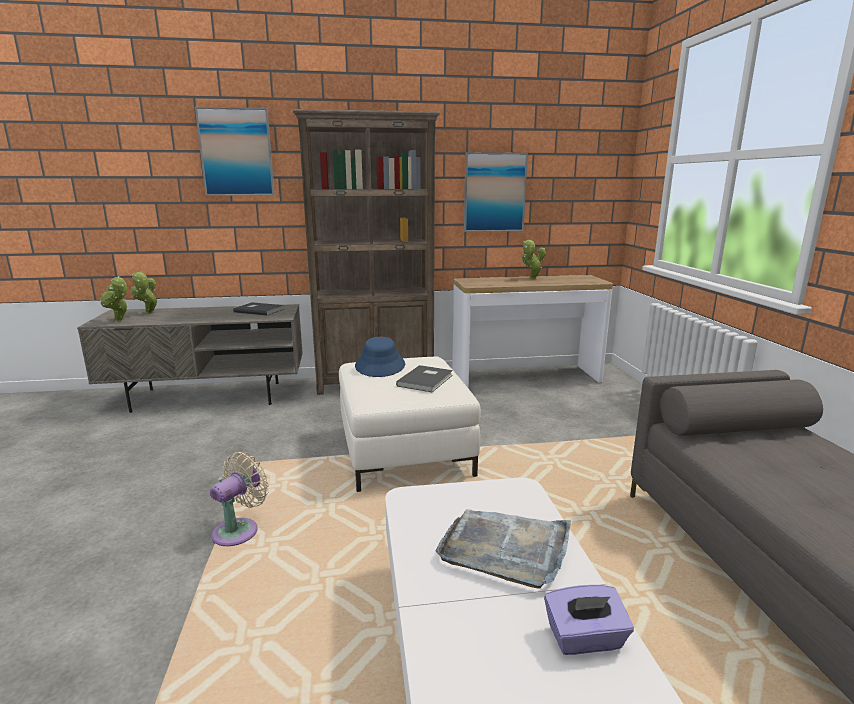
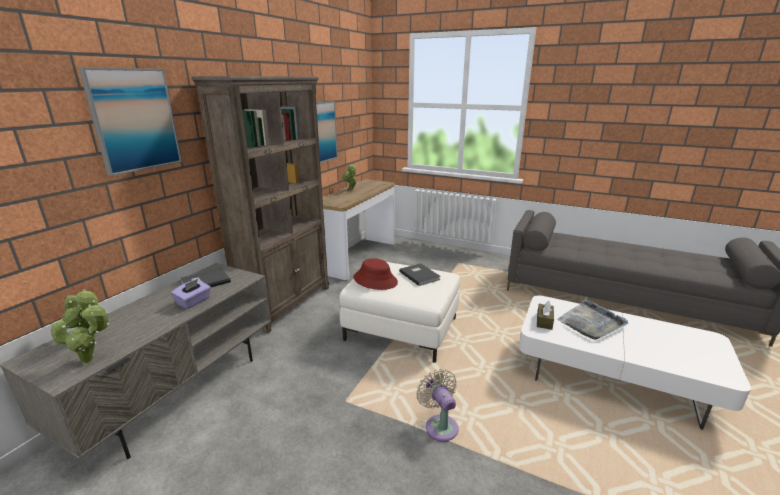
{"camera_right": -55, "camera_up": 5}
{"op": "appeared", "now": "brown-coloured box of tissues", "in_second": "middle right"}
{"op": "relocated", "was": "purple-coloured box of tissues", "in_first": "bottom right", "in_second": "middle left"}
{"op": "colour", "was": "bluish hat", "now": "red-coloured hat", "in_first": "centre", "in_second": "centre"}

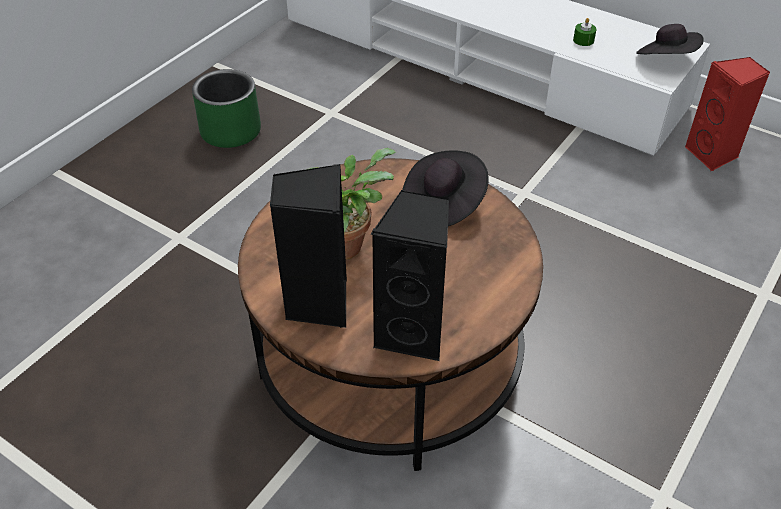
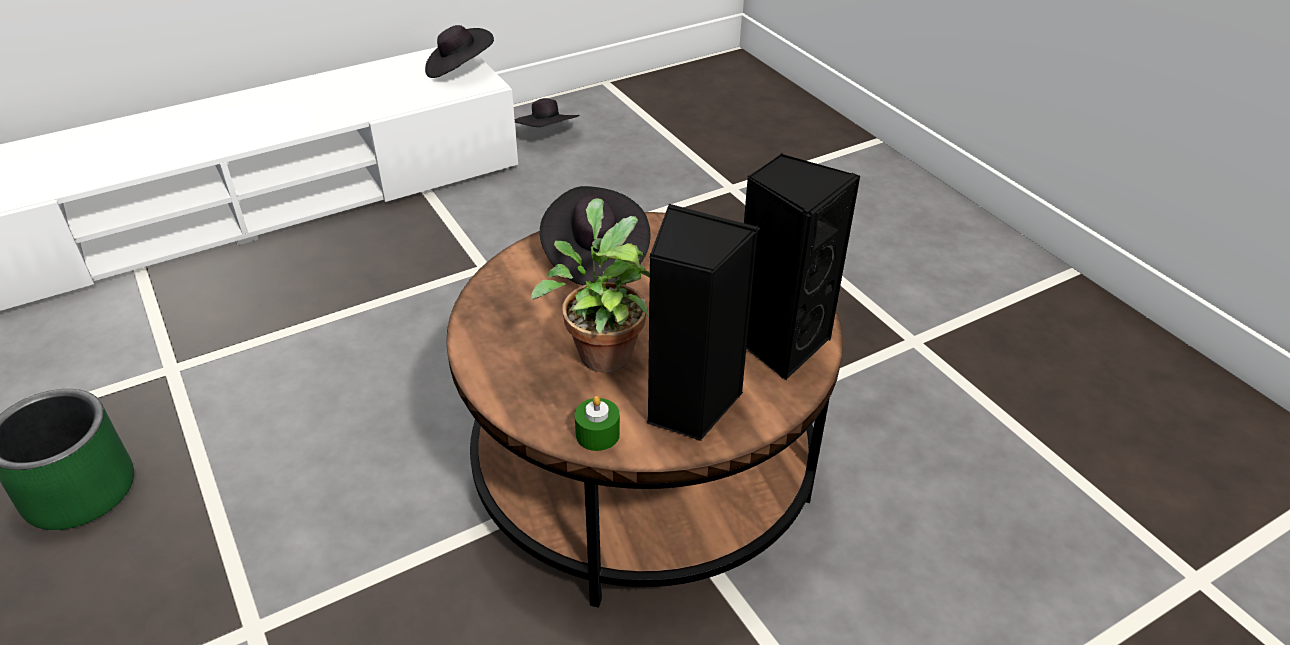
{"camera_right": -65, "camera_up": -5}
{"op": "relocated", "was": "green-coloured wax light", "in_first": "top right", "in_second": "centre"}
{"op": "exchanged", "was": "red-coloured speaker", "now": "blackish hat (no. 2 from left)", "in_first": "top right", "in_second": "top centre"}

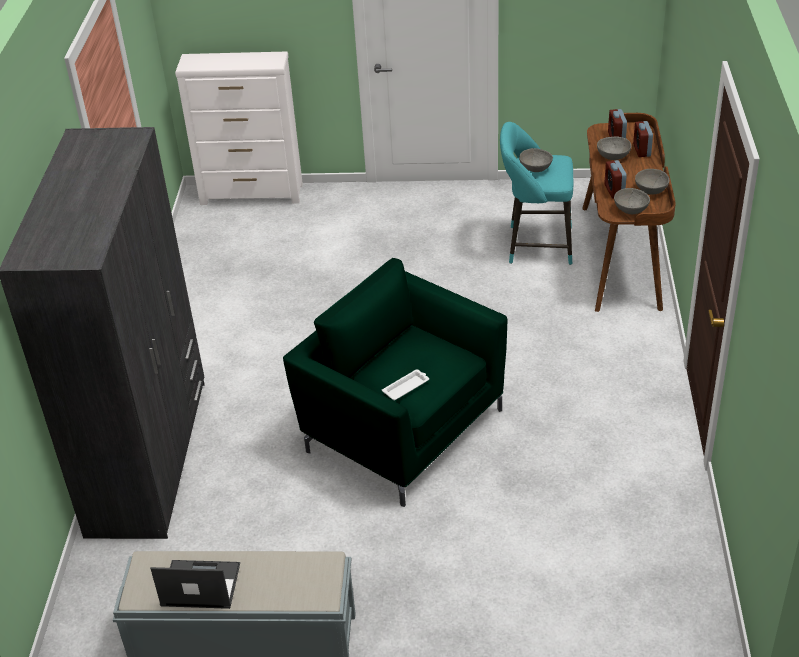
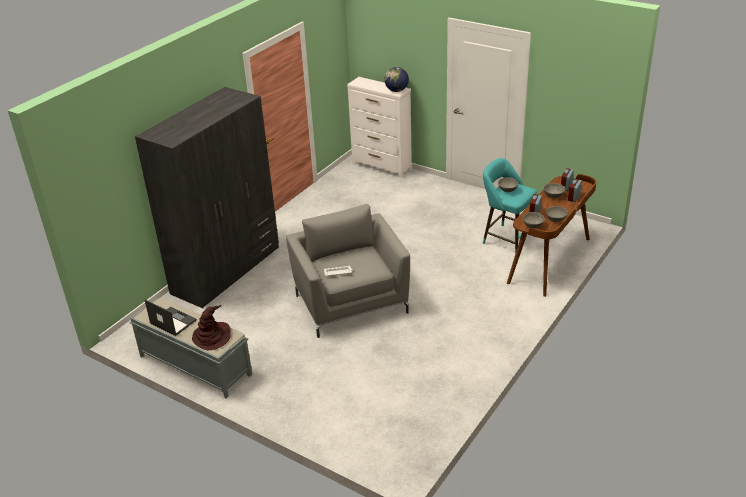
{"camera_right": 30, "camera_up": -5}
{"op": "appeared", "now": "brown-coloured hat", "in_second": "middle left"}
{"op": "appeared", "now": "world globe", "in_second": "top centre"}
{"op": "colour", "was": "green-coloured lounge chair", "now": "greyish lounge chair", "in_first": "centre", "in_second": "centre"}

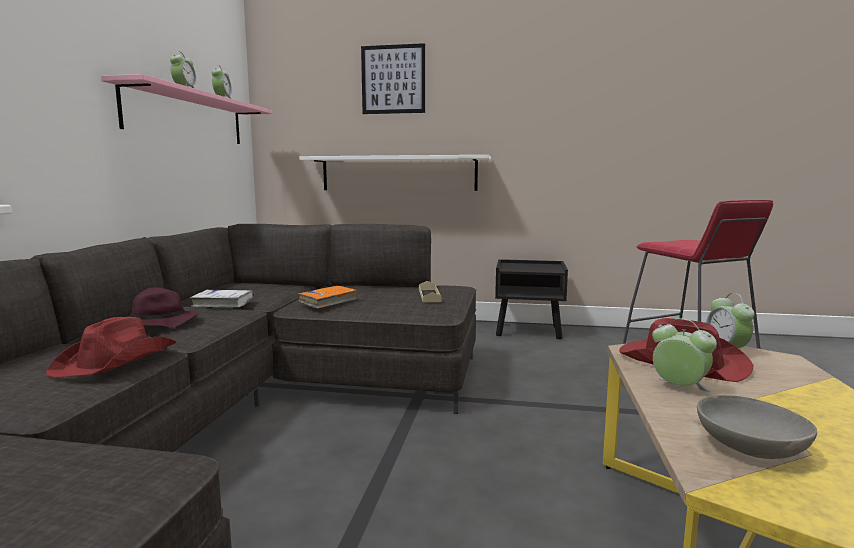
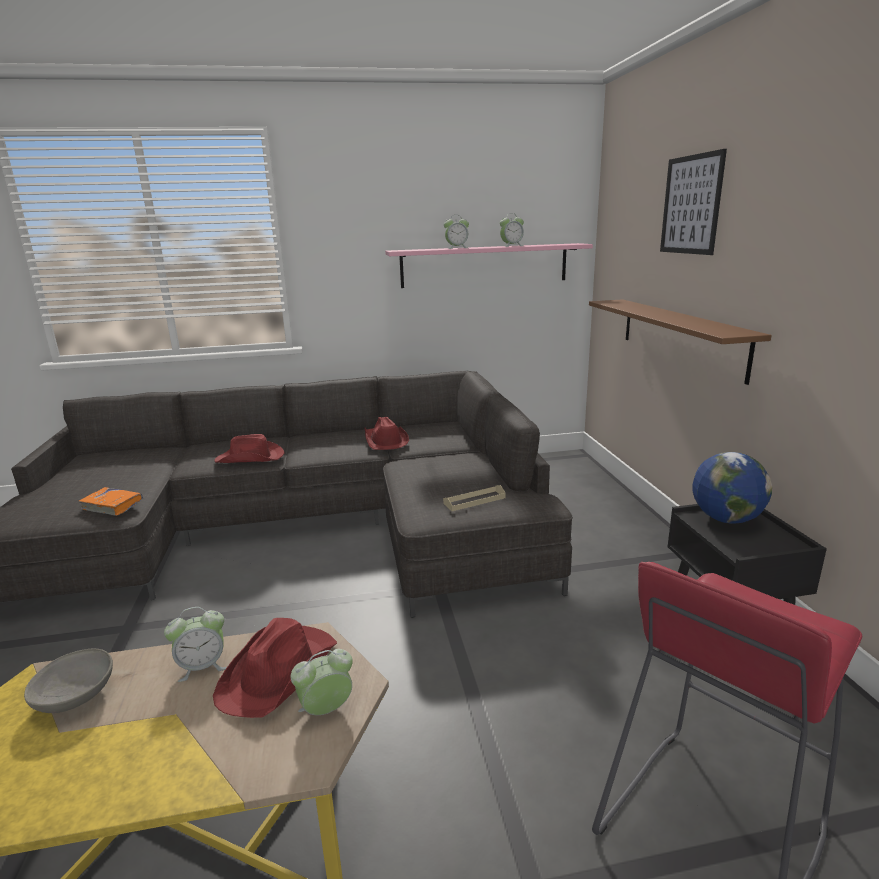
{"camera_right": 70, "camera_up": 10}
{"op": "missing", "was": "purple-coloured hat", "in_first": "middle left"}
{"op": "appeared", "now": "world globe", "in_second": "middle right"}
{"op": "relocated", "was": "orangey book", "in_first": "centre", "in_second": "middle left"}
{"op": "exchanged", "was": "white-coloured book", "now": "red-coloured hat (no. 3 from left)", "in_first": "middle left", "in_second": "centre"}
{"op": "colour", "was": "white-coloured bracket shelf", "now": "brown-coloured bracket shelf", "in_first": "top centre", "in_second": "middle right"}
{"op": "spun", "was": "bedside clock (no. 3 from left in the first image)", "in_first": "middle right", "in_second": "bottom left", "clockwise": 45}

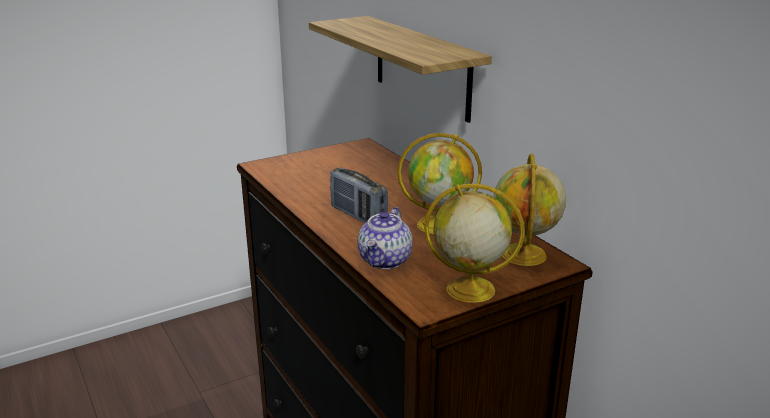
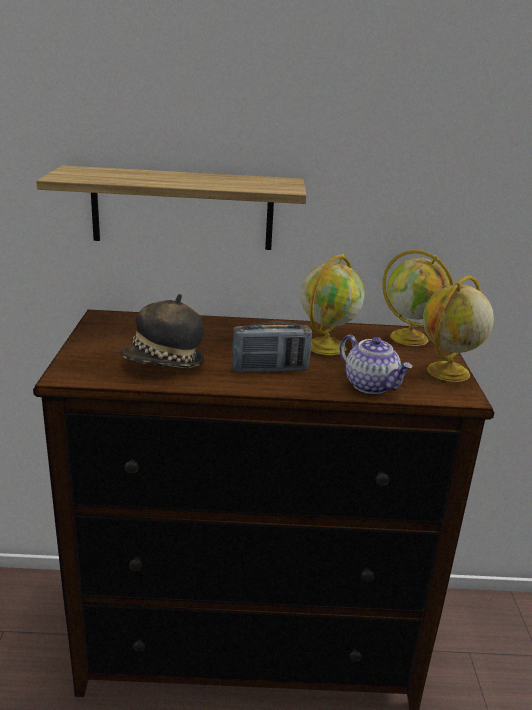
{"camera_right": -60, "camera_up": 0}
{"op": "appeared", "now": "hat", "in_second": "middle left"}

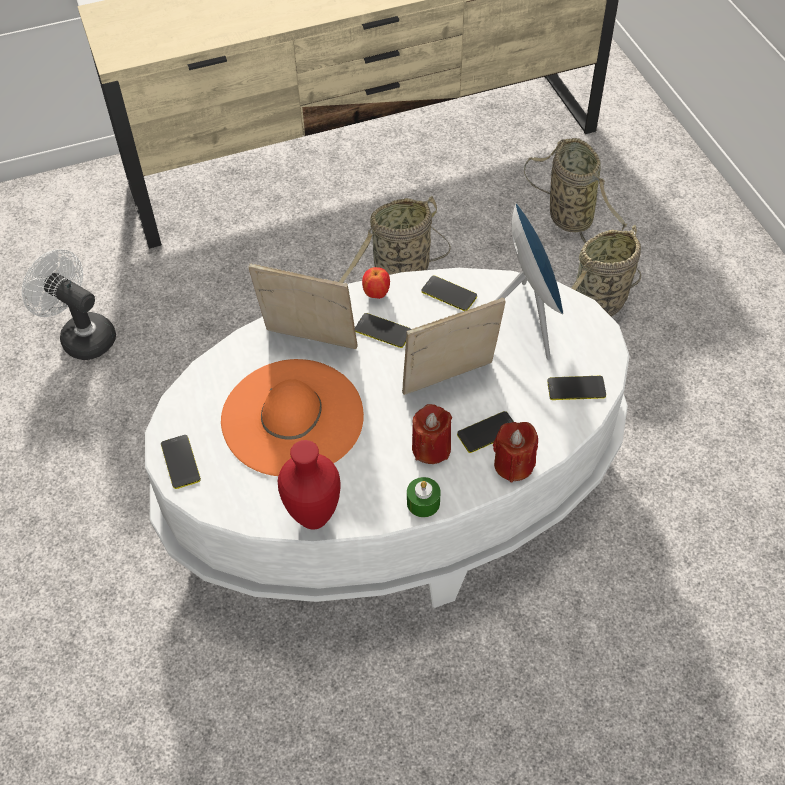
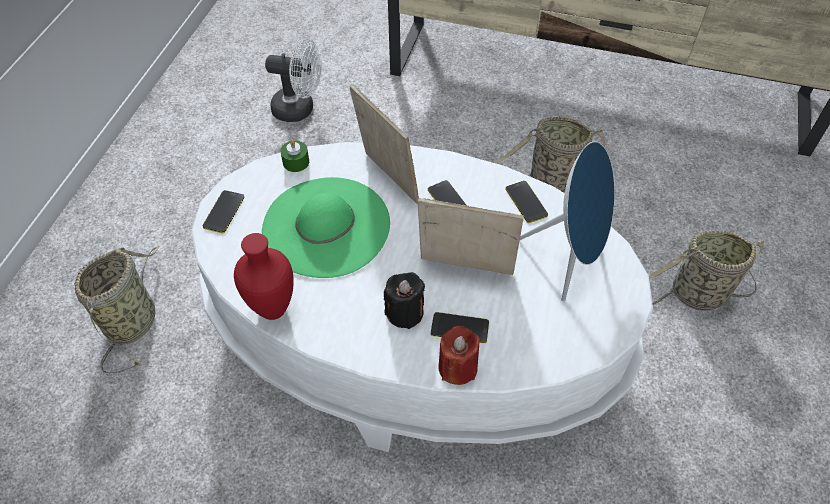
{"camera_right": 35, "camera_up": 0}
{"op": "missing", "was": "whole apple", "in_first": "centre"}
{"op": "missing", "was": "phone (no. 5 from left)", "in_first": "middle right"}
{"op": "relocated", "was": "green-coloured wax light", "in_first": "centre", "in_second": "top centre"}
{"op": "relocated", "was": "basket (no. 2 from left in the first image)", "now": "basket (no. 1 from left)", "in_first": "top right", "in_second": "middle left"}
{"op": "colour", "was": "orangey hat", "now": "green-coloured hat", "in_first": "centre", "in_second": "centre"}
{"op": "colour", "was": "red-coloured wax light (no. 1 from left)", "now": "blackish wax light", "in_first": "centre", "in_second": "centre"}
{"op": "spun", "was": "white-coloured electric fan", "in_first": "middle left", "in_second": "top centre", "clockwise": 120}

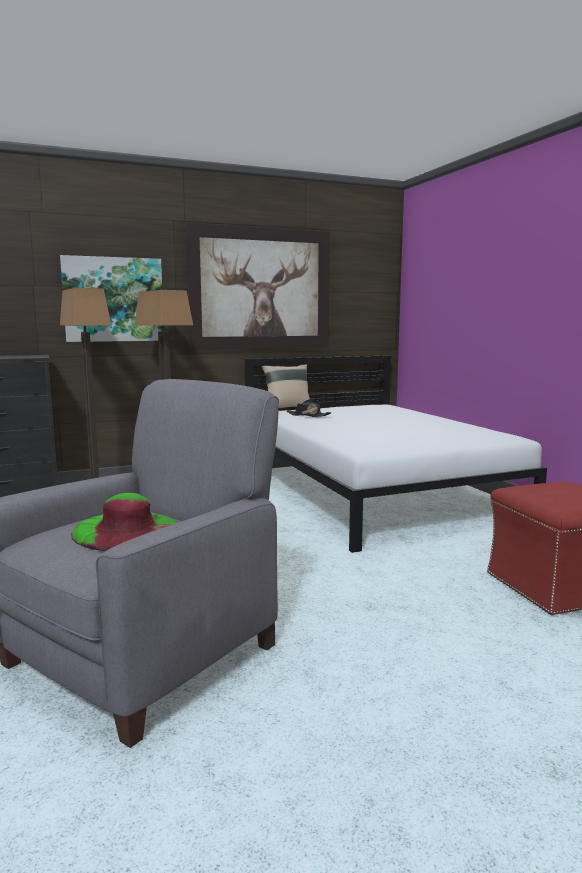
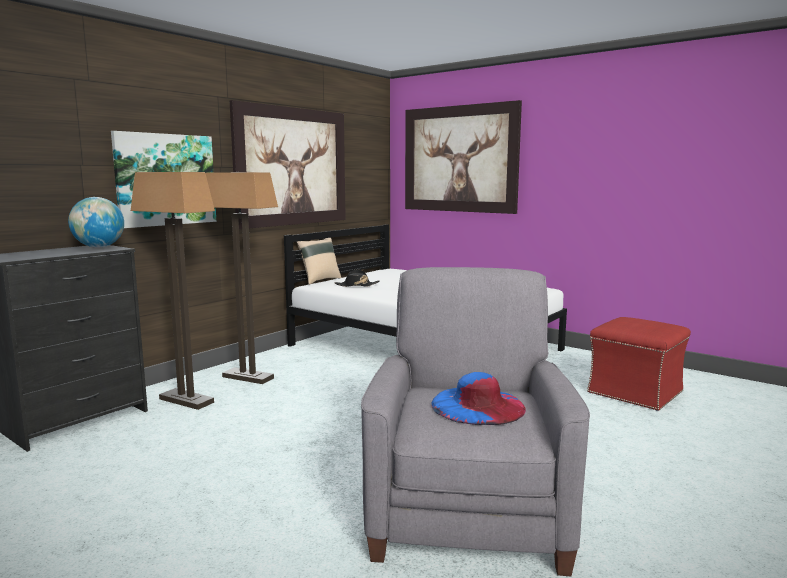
{"camera_right": -30, "camera_up": 0}
{"op": "appeared", "now": "world globe", "in_second": "middle left"}
{"op": "appeared", "now": "picture (no. 3 from left)", "in_second": "top centre"}
{"op": "colour", "was": "green-coloured hat", "now": "bluish hat", "in_first": "middle left", "in_second": "bottom centre"}

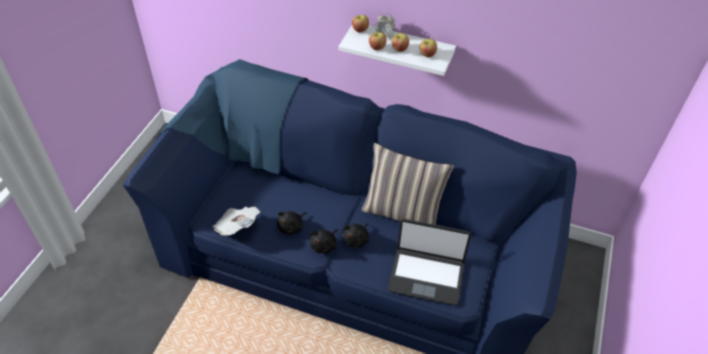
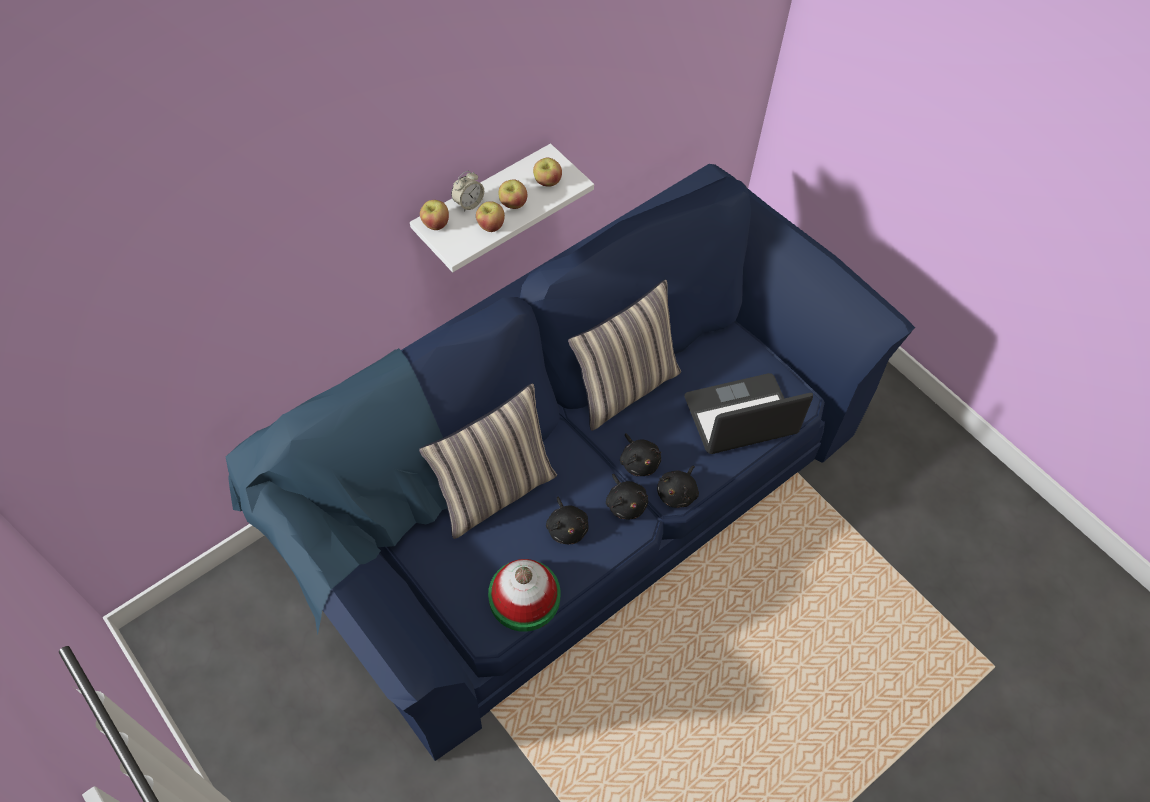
{"camera_right": -60, "camera_up": 10}
{"op": "appeared", "now": "cushion (no. 1 from left)", "in_second": "centre"}
{"op": "appeared", "now": "blackish plush toy (no. 4 from left)", "in_second": "centre"}
{"op": "exchanged", "was": "printed paper", "now": "hat", "in_first": "centre", "in_second": "bottom centre"}
{"op": "spun", "was": "notebook computer", "in_first": "bottom centre", "in_second": "centre", "clockwise": -150}

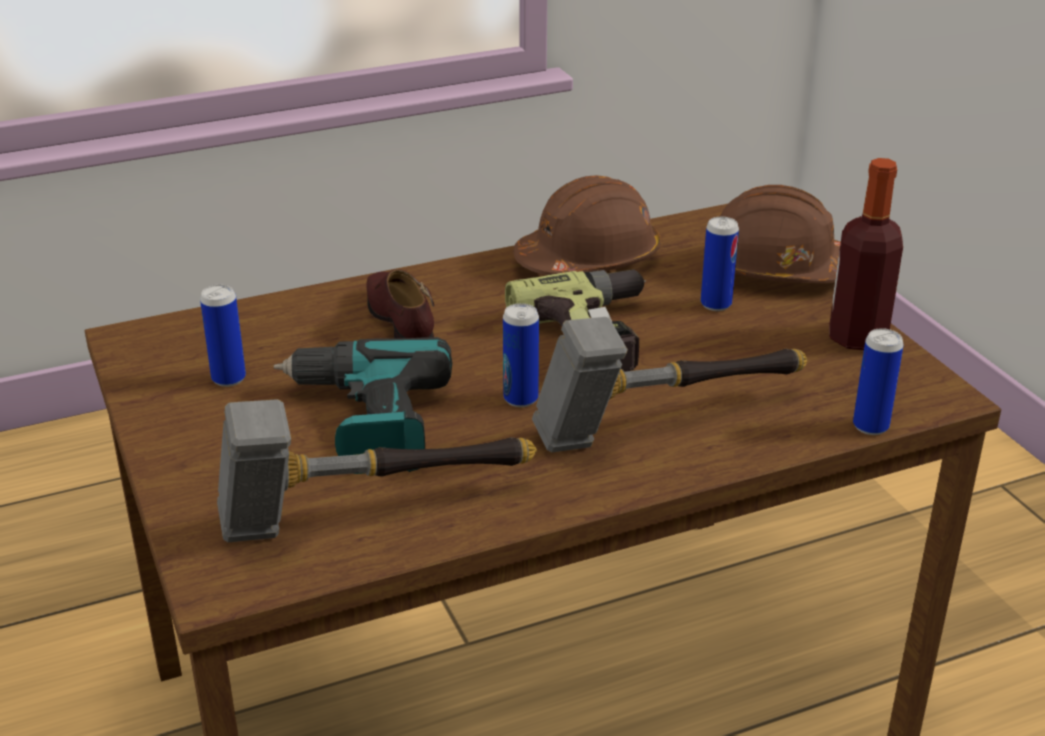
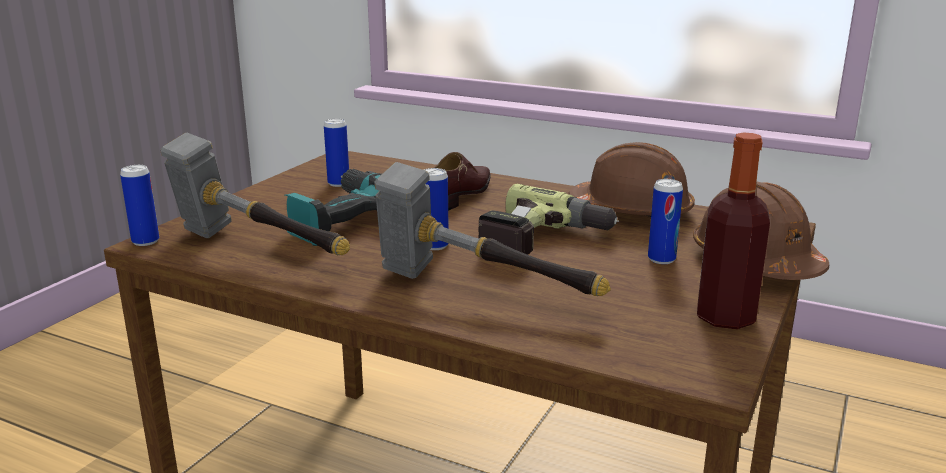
{"camera_right": 50, "camera_up": -10}
{"op": "relocated", "was": "sealed can (no. 4 from left in the first image)", "now": "sealed can (no. 1 from left)", "in_first": "middle right", "in_second": "middle left"}

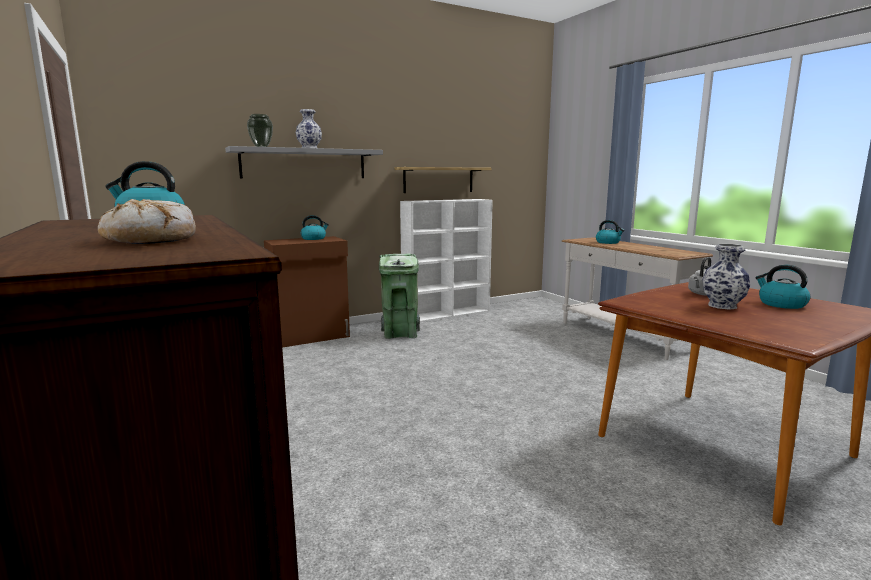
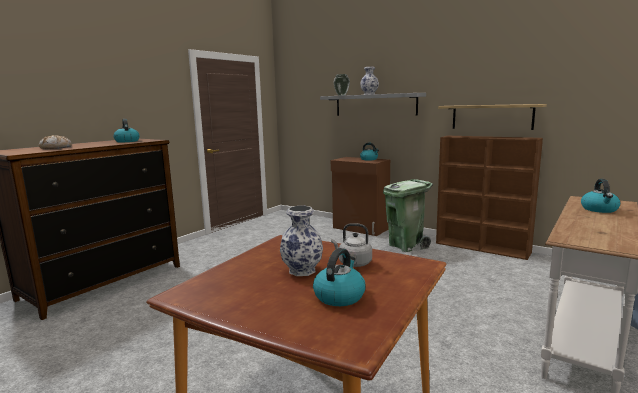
{"camera_right": 65, "camera_up": 0}
{"op": "colour", "was": "white-coloured bookcase", "now": "brown-coloured bookcase", "in_first": "centre", "in_second": "middle right"}

